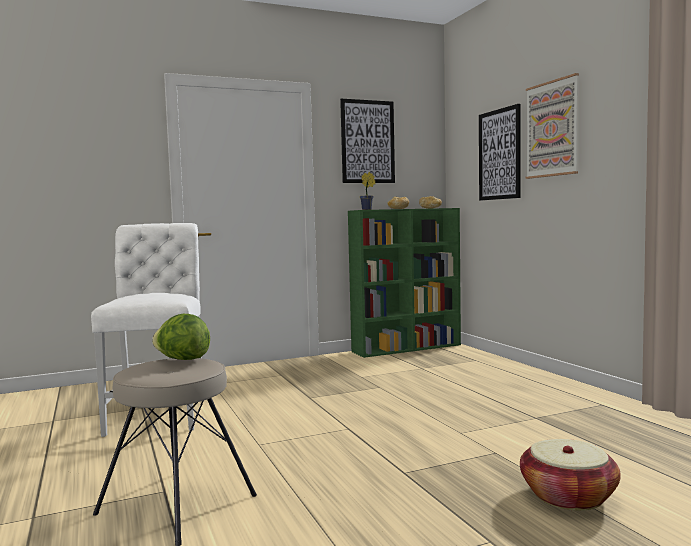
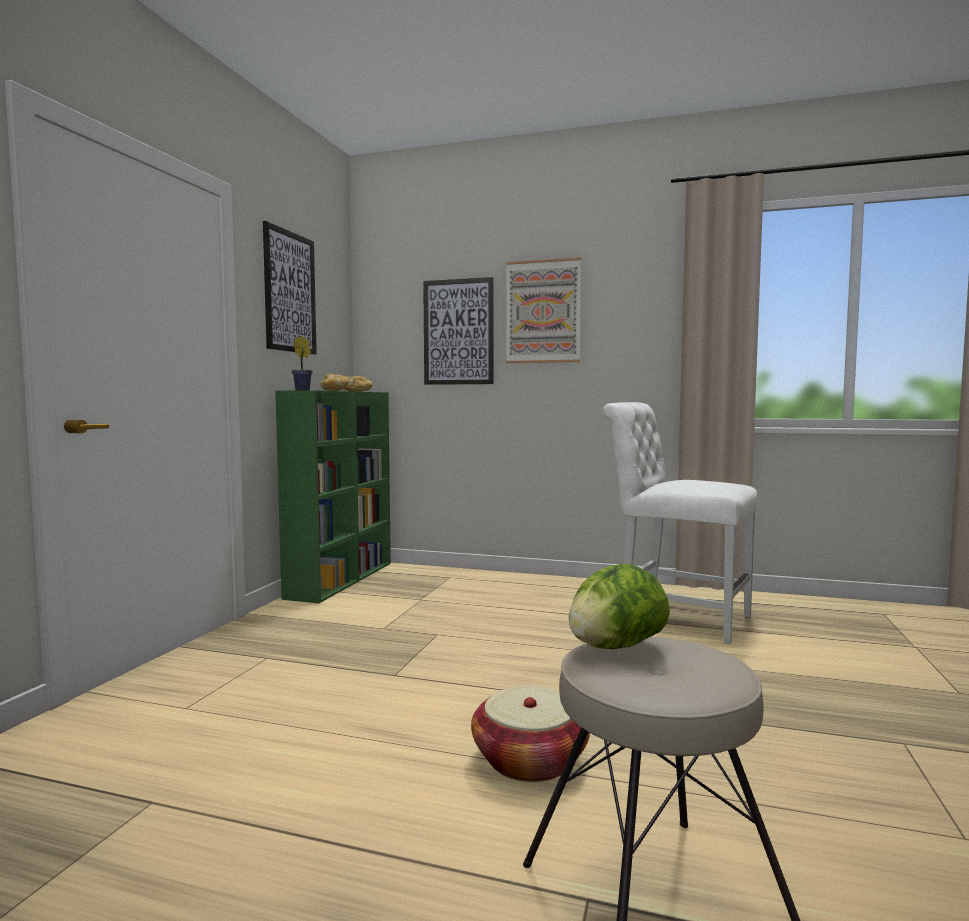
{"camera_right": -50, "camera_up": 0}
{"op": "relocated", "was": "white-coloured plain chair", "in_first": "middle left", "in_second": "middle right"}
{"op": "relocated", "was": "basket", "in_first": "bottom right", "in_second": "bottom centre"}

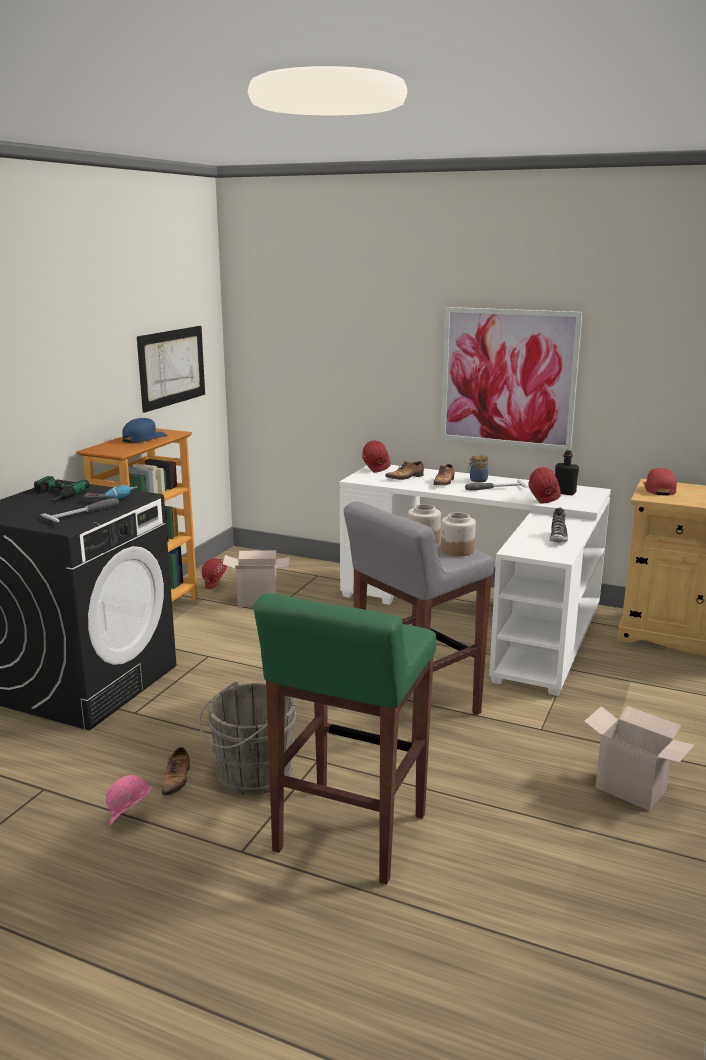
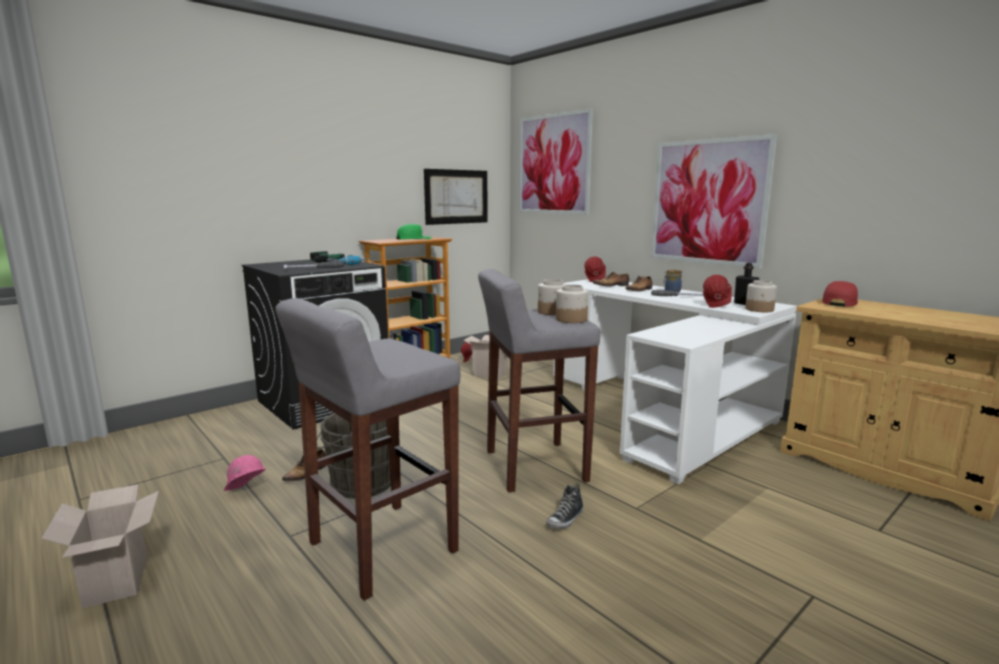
{"camera_right": 25, "camera_up": -5}
{"op": "appeared", "now": "picture (no. 2 from left)", "in_second": "top centre"}
{"op": "appeared", "now": "storage jar (no. 4 from left)", "in_second": "middle right"}
{"op": "relocated", "was": "low shoe (no. 4 from left in the first image)", "now": "low shoe (no. 2 from left)", "in_first": "middle right", "in_second": "bottom centre"}
{"op": "relocated", "was": "cardboard box (no. 2 from left in the first image)", "now": "cardboard box (no. 1 from left)", "in_first": "bottom right", "in_second": "bottom left"}
{"op": "colour", "was": "bluish baseball cap", "now": "green-coloured baseball cap", "in_first": "middle left", "in_second": "centre"}
{"op": "colour", "was": "green-coloured sitting stool", "now": "greyish sitting stool (no. 1 from left)", "in_first": "bottom centre", "in_second": "bottom centre"}

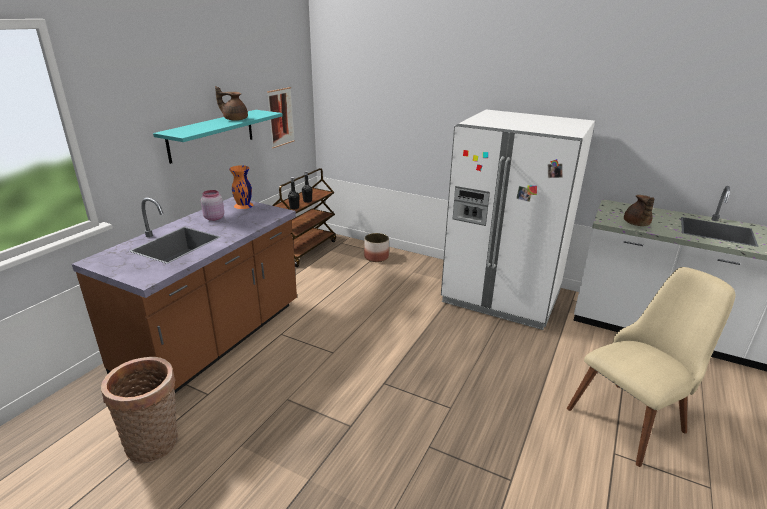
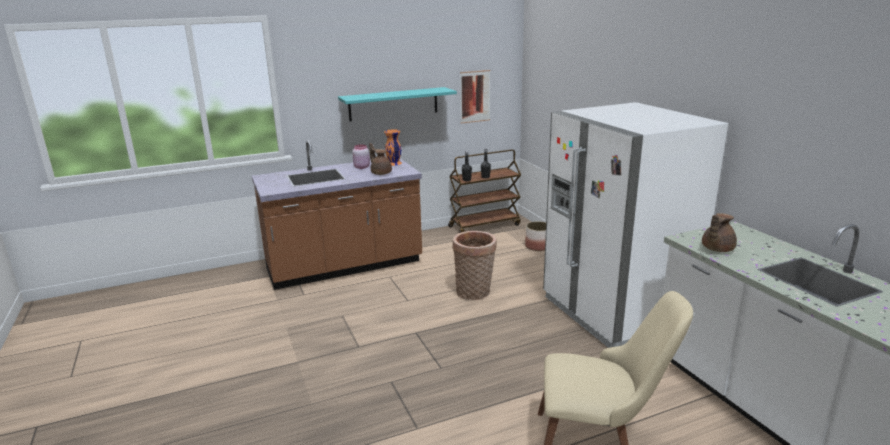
{"camera_right": 40, "camera_up": -5}
{"op": "relocated", "was": "basket", "in_first": "bottom left", "in_second": "centre"}
{"op": "relocated", "was": "brown-coloured teapot (no. 1 from left)", "in_first": "top left", "in_second": "centre"}

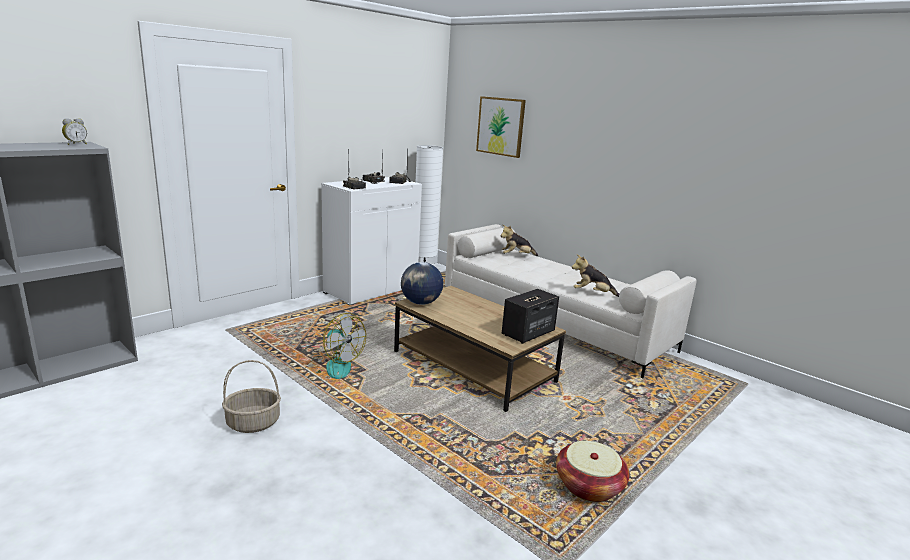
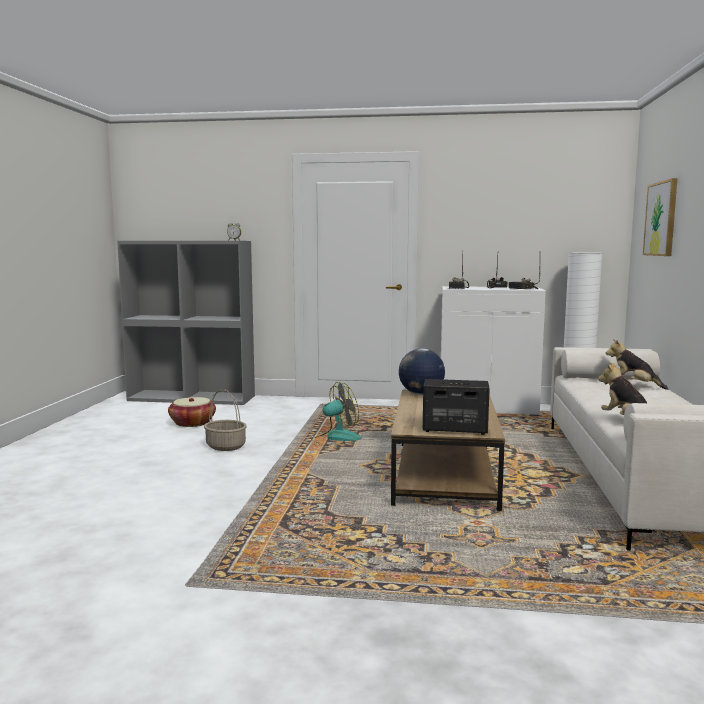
{"camera_right": 55, "camera_up": -10}
{"op": "relocated", "was": "basket (no. 2 from left in the first image)", "now": "basket (no. 1 from left)", "in_first": "bottom centre", "in_second": "middle left"}
{"op": "spun", "was": "electric fan", "in_first": "centre", "in_second": "centre", "clockwise": -120}

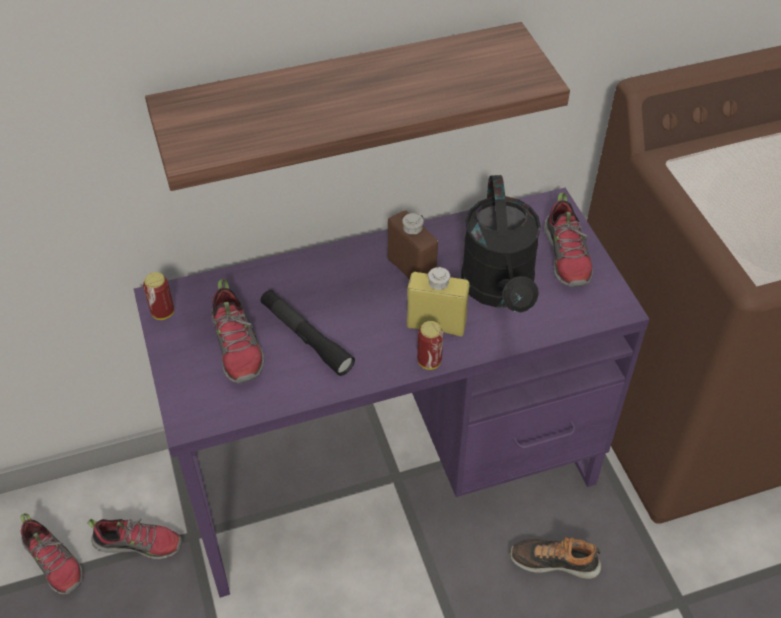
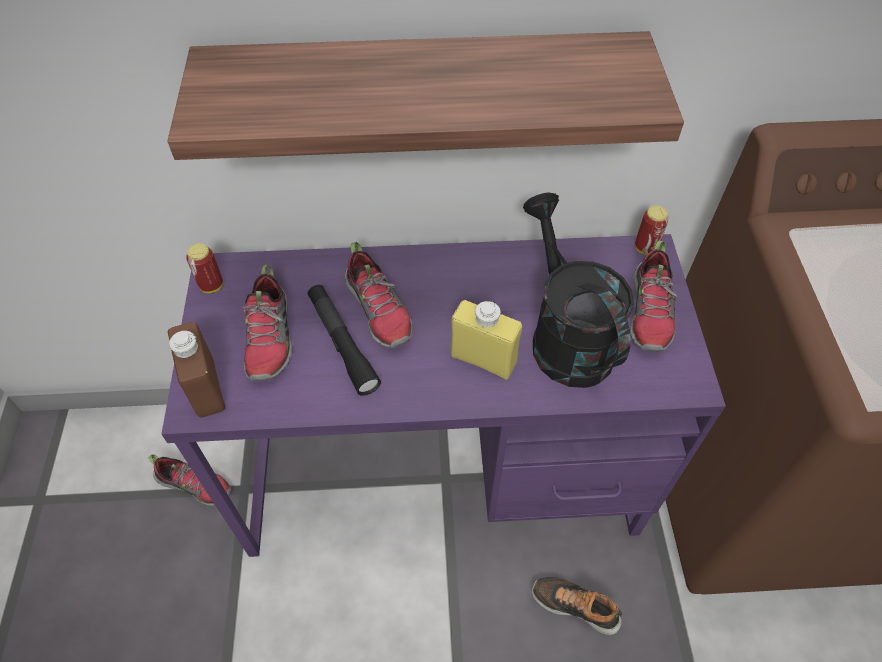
{"camera_right": 15, "camera_up": 5}
{"op": "relocated", "was": "low shoe (no. 1 from left in the first image)", "now": "low shoe (no. 3 from left)", "in_first": "bottom left", "in_second": "centre"}
{"op": "relocated", "was": "brown-coloured bottle", "in_first": "centre", "in_second": "middle left"}
{"op": "relocated", "was": "sealed can (no. 2 from left)", "in_first": "centre", "in_second": "middle right"}
{"op": "spun", "was": "blackish sprinkling can", "in_first": "centre", "in_second": "centre", "clockwise": 150}

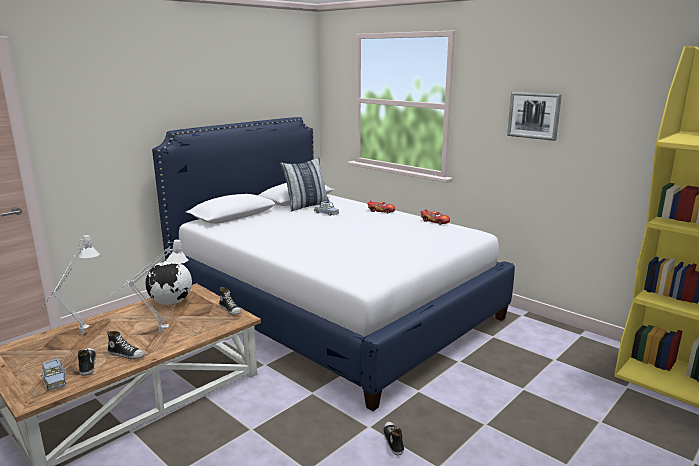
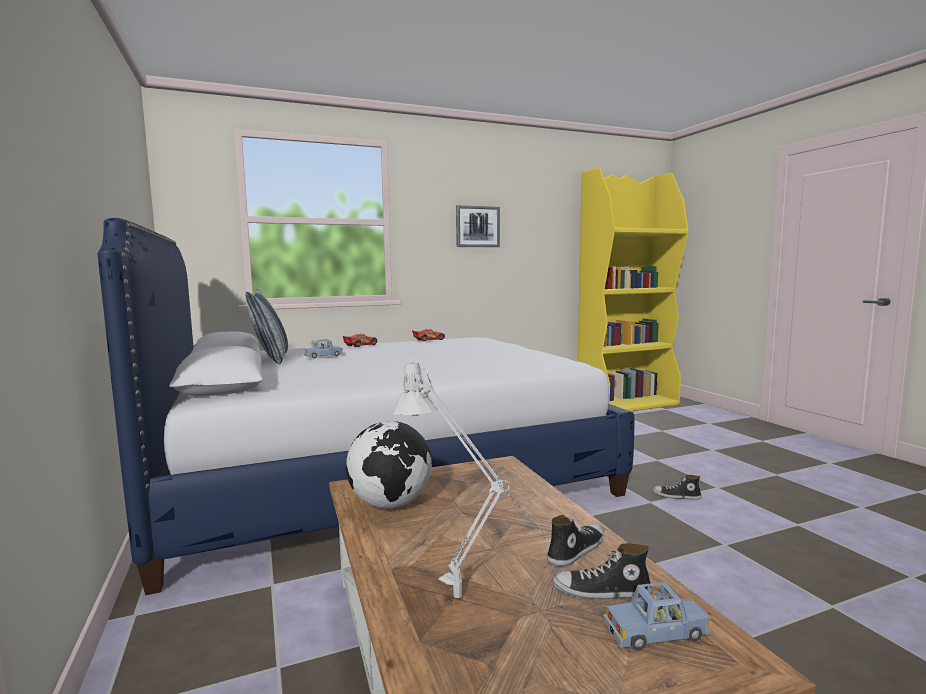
{"camera_right": -65, "camera_up": -10}
{"op": "missing", "was": "greyish tabletop lamp (no. 2 from left)", "in_first": "middle left"}
{"op": "missing", "was": "low shoe (no. 3 from left)", "in_first": "middle left"}

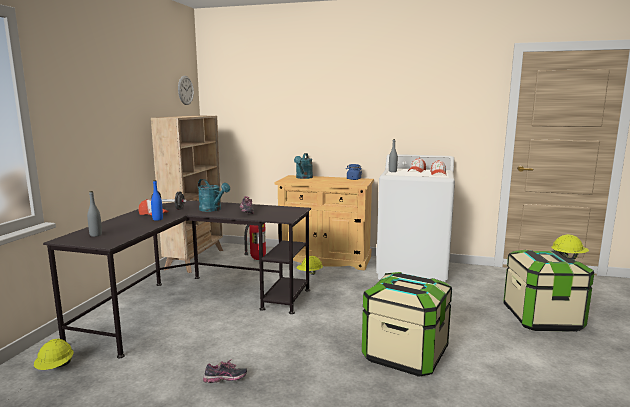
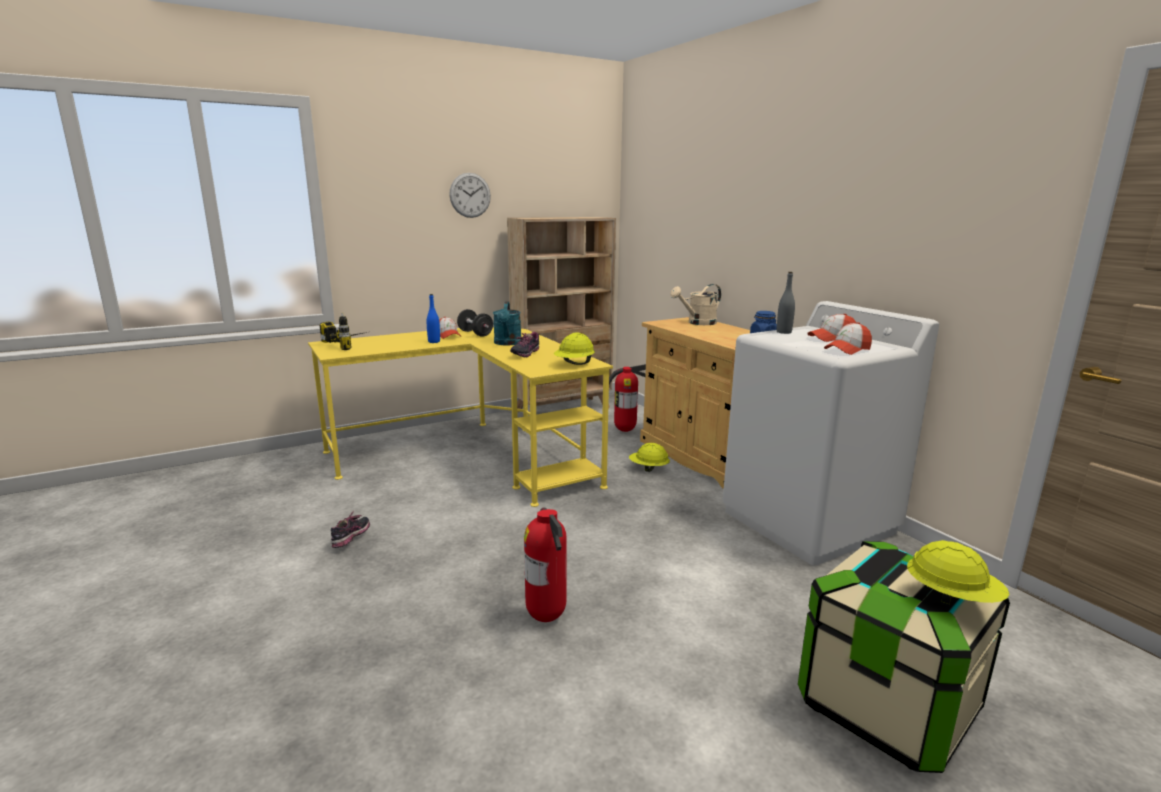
{"camera_right": 45, "camera_up": 5}
{"op": "relocated", "was": "yellowish hard hat (no. 1 from left)", "in_first": "bottom left", "in_second": "centre"}
{"op": "relocated", "was": "clock on the wall", "in_first": "top left", "in_second": "top centre"}
{"op": "exchanged", "was": "greyish bottle (no. 1 from left)", "now": "electric drill", "in_first": "middle left", "in_second": "middle left"}
{"op": "exchanged", "was": "storage box (no. 1 from left)", "now": "extinguisher (no. 1 from left)", "in_first": "bottom centre", "in_second": "bottom centre"}
{"op": "colour", "was": "blackish desk table", "now": "yellowish desk table", "in_first": "bottom left", "in_second": "centre"}
{"op": "colour", "was": "turquoise sprinkling can (no. 2 from left)", "now": "beige sprinkling can", "in_first": "centre", "in_second": "centre"}
{"op": "spun", "was": "low shoe (no. 1 from left)", "in_first": "bottom centre", "in_second": "bottom left", "clockwise": -105}

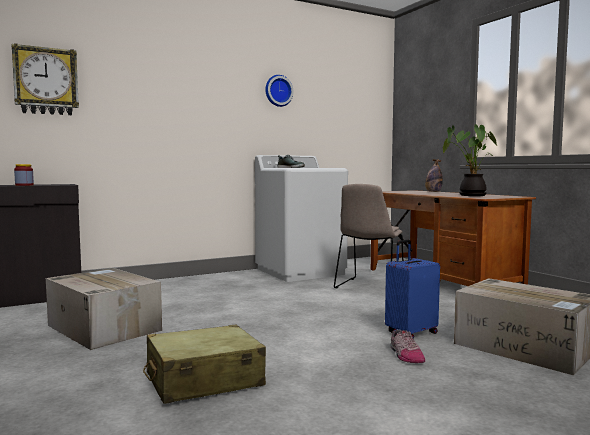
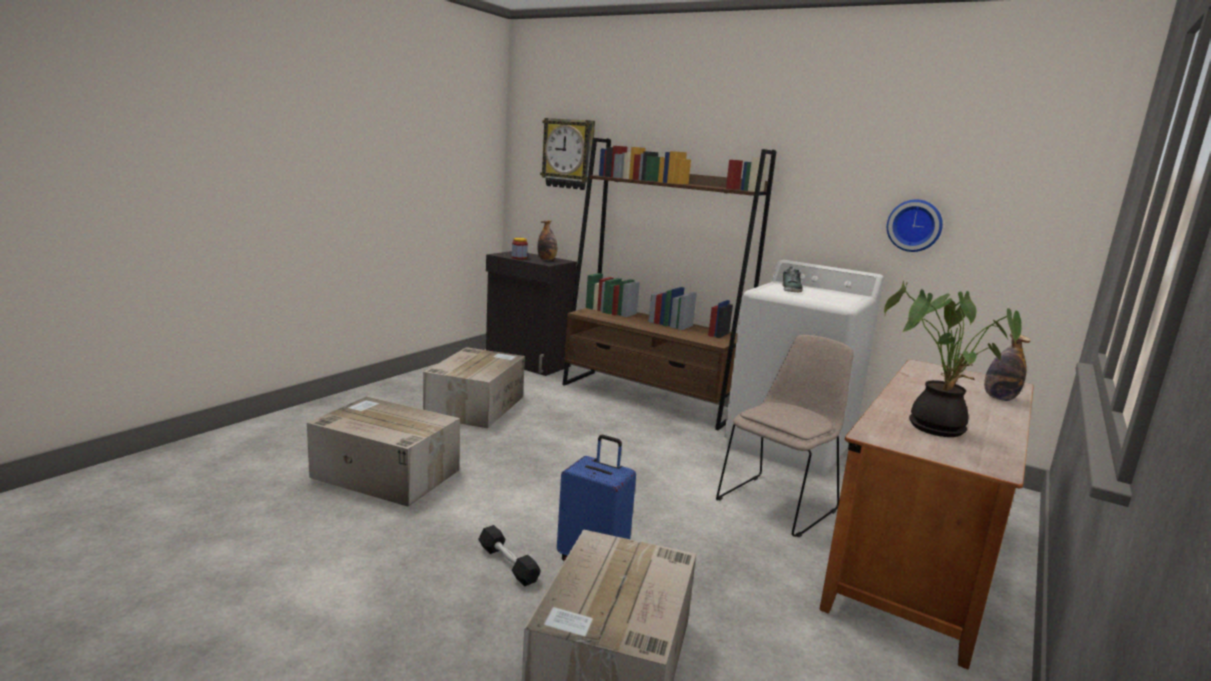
{"camera_right": 60, "camera_up": 10}
{"op": "appeared", "now": "bottle (no. 1 from left)", "in_second": "centre"}
{"op": "appeared", "now": "brown-coloured bookcase", "in_second": "centre"}
{"op": "relocated", "was": "clock on the wall (no. 2 from left)", "in_first": "top centre", "in_second": "top right"}
{"op": "exchanged", "was": "beige piece of luggage", "now": "cardboard box (no. 1 from left)", "in_first": "bottom centre", "in_second": "middle left"}
{"op": "exchanged", "was": "low shoe (no. 2 from left)", "now": "blackish dumbbell", "in_first": "bottom right", "in_second": "bottom centre"}
{"op": "spun", "was": "beige plain chair", "in_first": "centre", "in_second": "centre", "clockwise": 135}

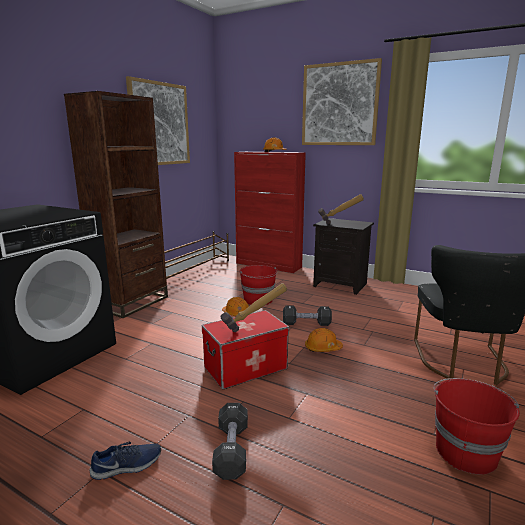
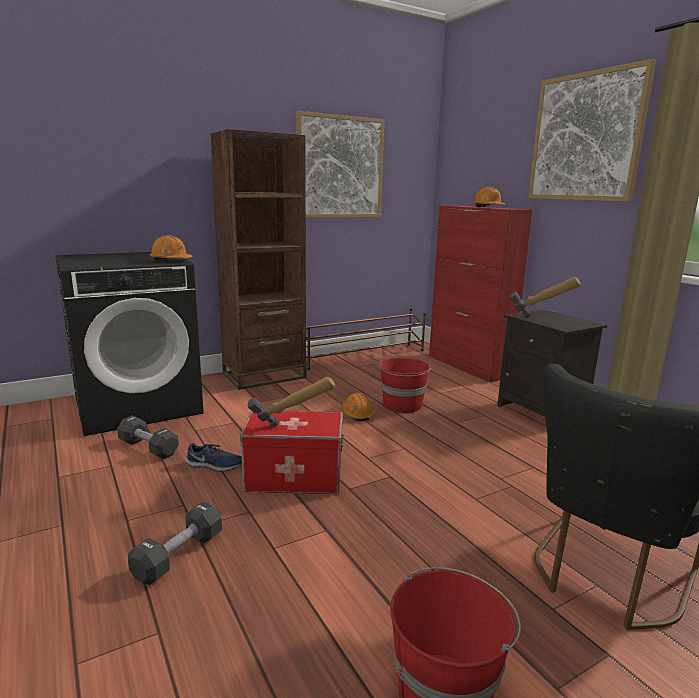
{"camera_right": 30, "camera_up": 0}
{"op": "relocated", "was": "bluish low shoe", "in_first": "bottom left", "in_second": "middle left"}
{"op": "relocated", "was": "blackish dumbbell (no. 2 from left in the first image)", "now": "blackish dumbbell (no. 1 from left)", "in_first": "centre", "in_second": "middle left"}
{"op": "relocated", "was": "orangey hard hat (no. 3 from left in the first image)", "now": "orangey hard hat (no. 1 from left)", "in_first": "centre", "in_second": "middle left"}

